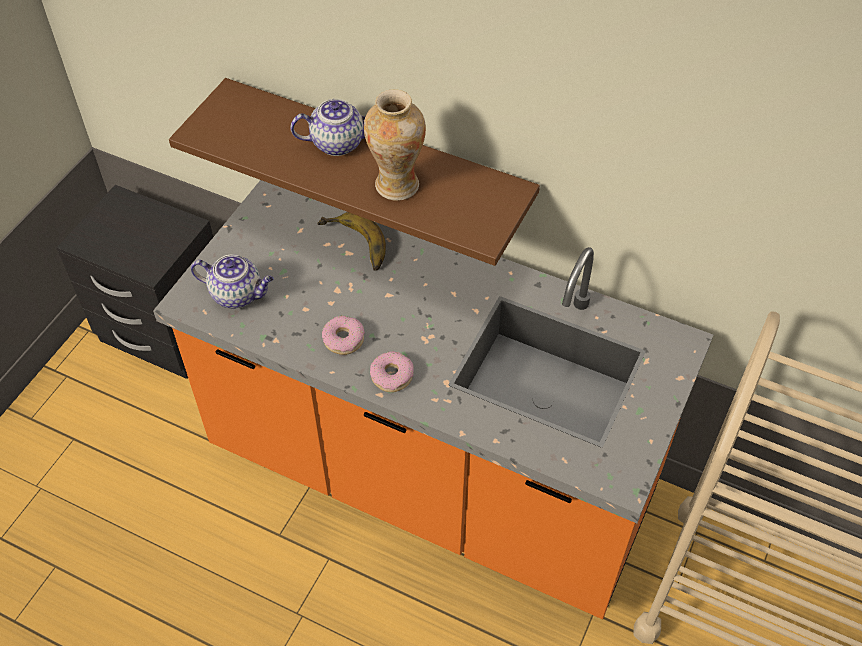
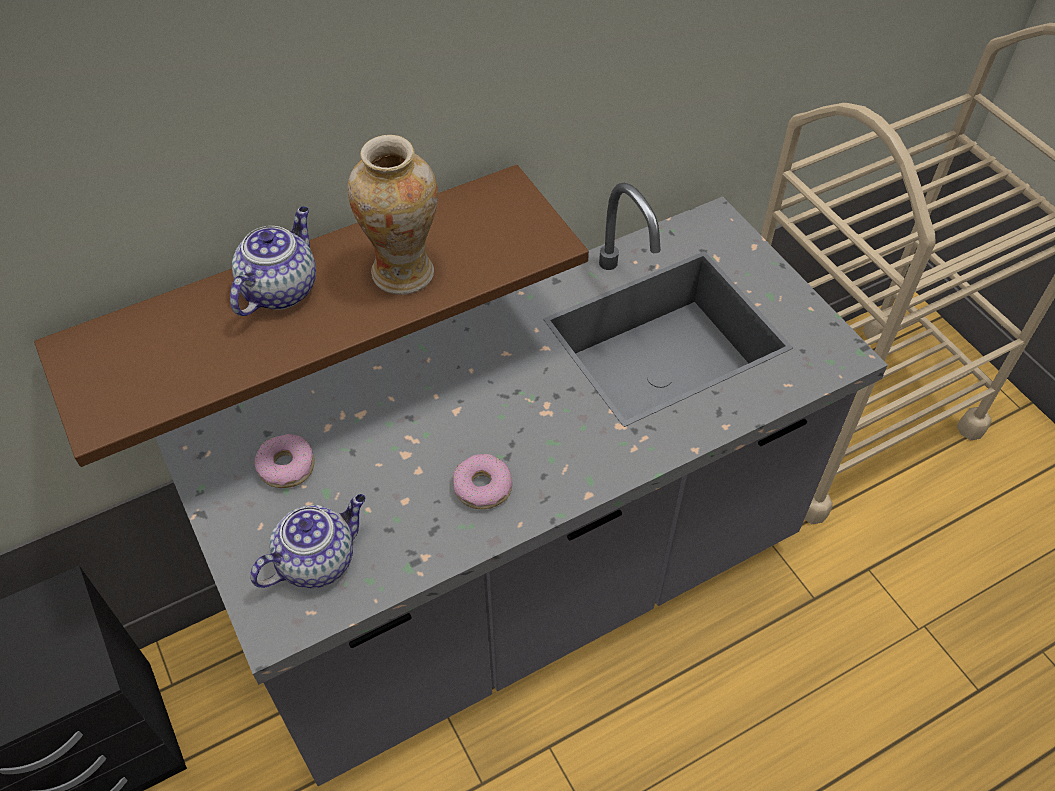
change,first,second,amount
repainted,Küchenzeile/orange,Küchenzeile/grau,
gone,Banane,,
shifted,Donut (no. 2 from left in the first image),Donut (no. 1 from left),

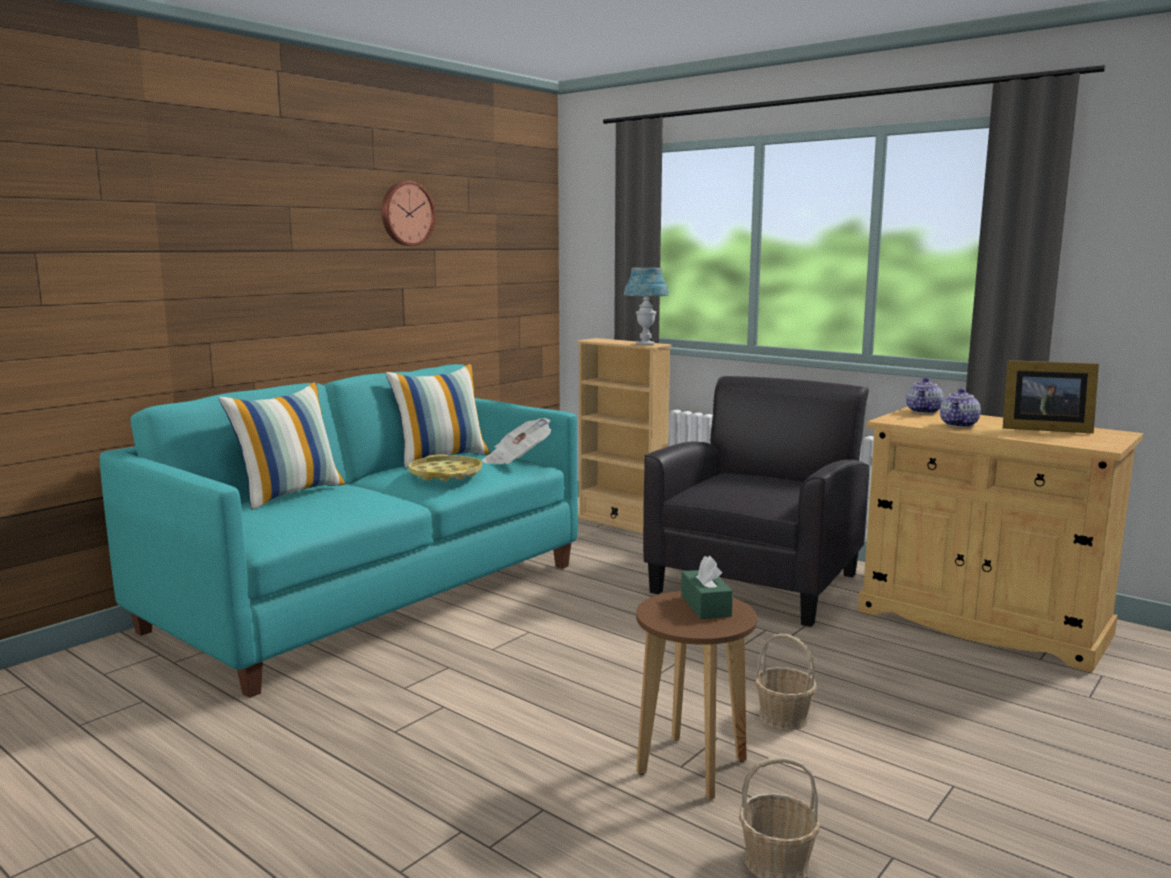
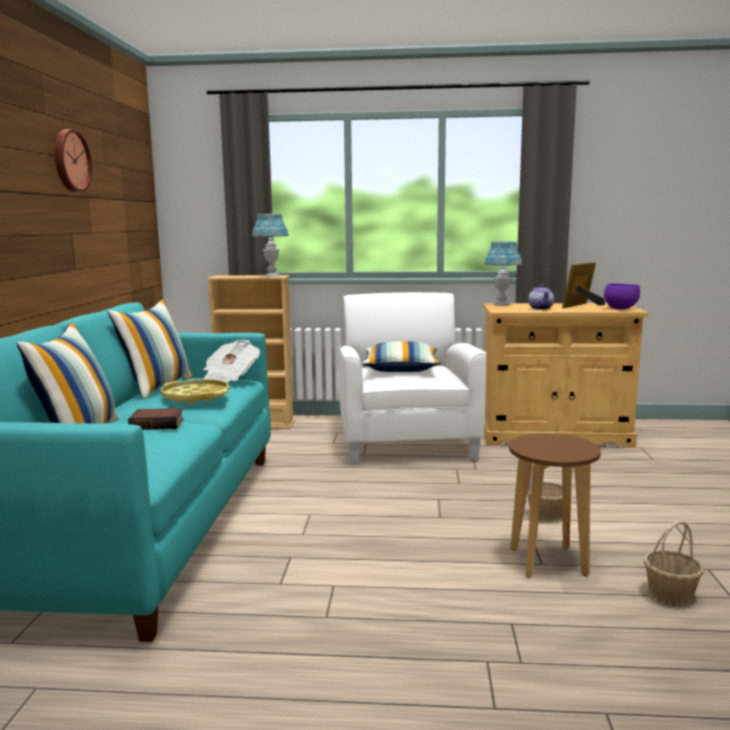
change,first,second,amount
repainted,Sessel/schwarz,Sessel/weiß,
gone,Taschentuchbox/grün,,
swapped,Teekanne (no. 1 from left),Tischlampe/blau (no. 2 from left),
rotated,Bilderrahmen,,150 degrees clockwise
new,,Buch,
new,,Kissen (no. 3 from left),
new,,Schüssel/lila,

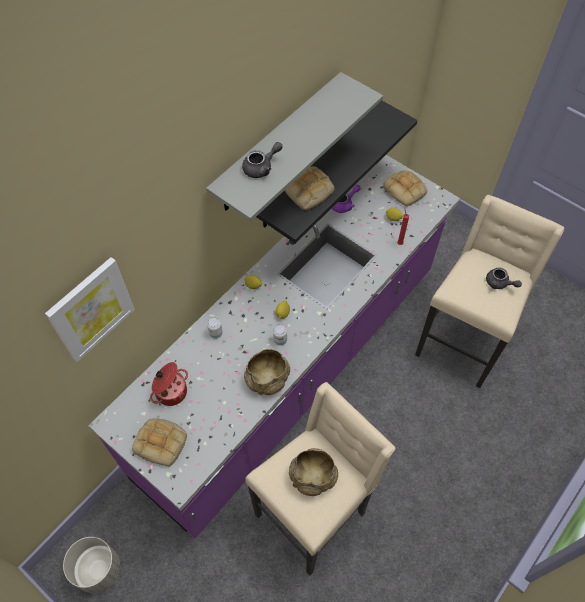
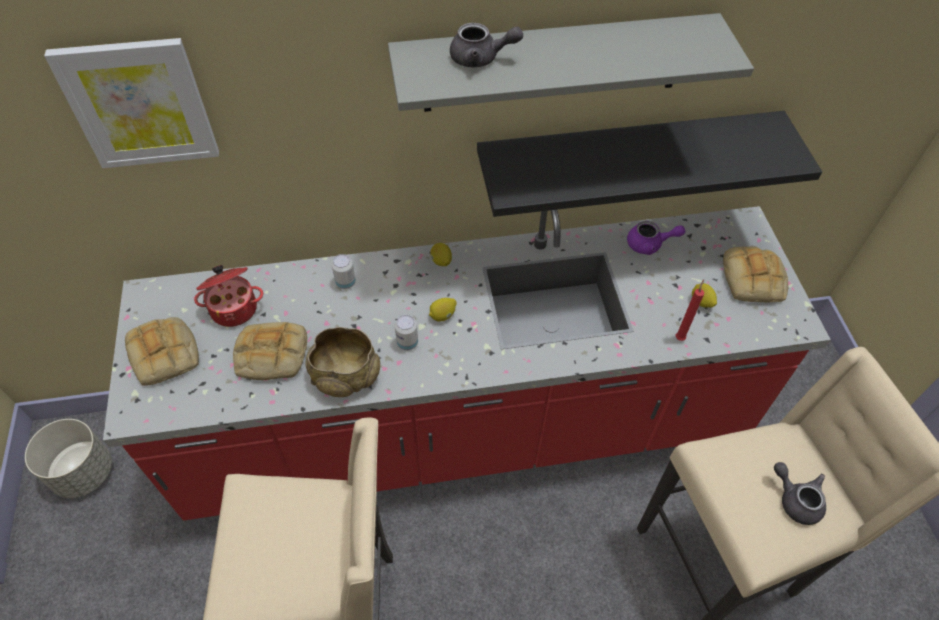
change,first,second,amount
repainted,Küchenzeile/lila,Küchenzeile/rot,
shifted,Brot (no. 2 from left),,
gone,Schüssel/beige (no. 2 from left),,
rotated,Teekanne/grau (no. 2 from left),,150 degrees clockwise

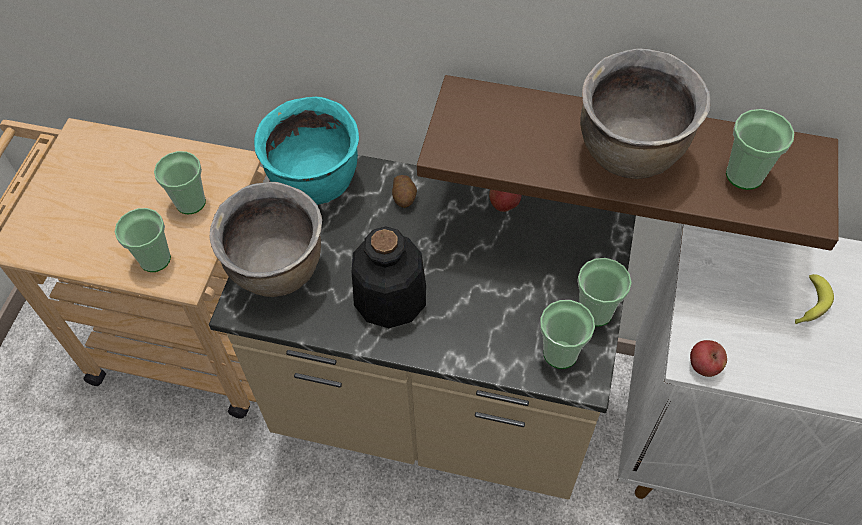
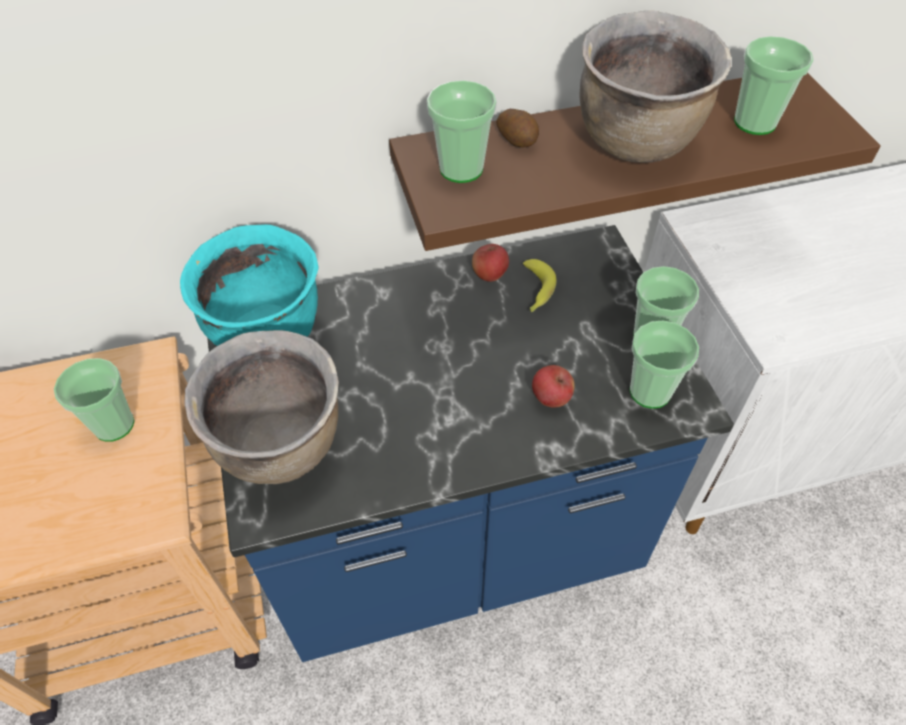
change,first,second,amount
shifted,Tasse (no. 1 from left in the first image),Tasse (no. 2 from left),
repainted,Küchenzeile/beige,Küchenzeile/blau,
gone,Flasche,,
shifted,Kartoffel,,
shifted,Apfel (no. 2 from left),,
shifted,Banane,,

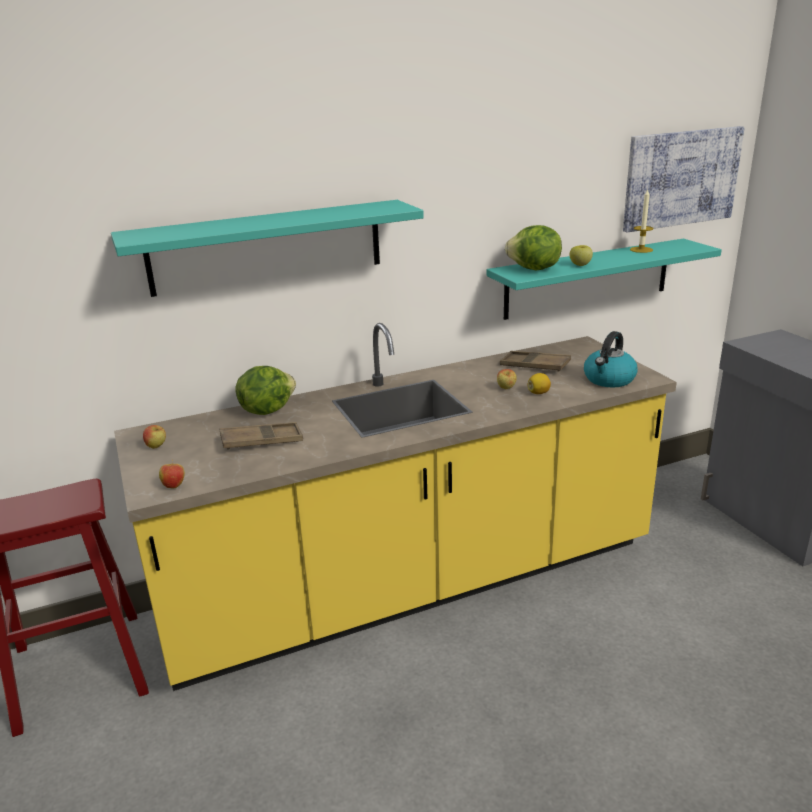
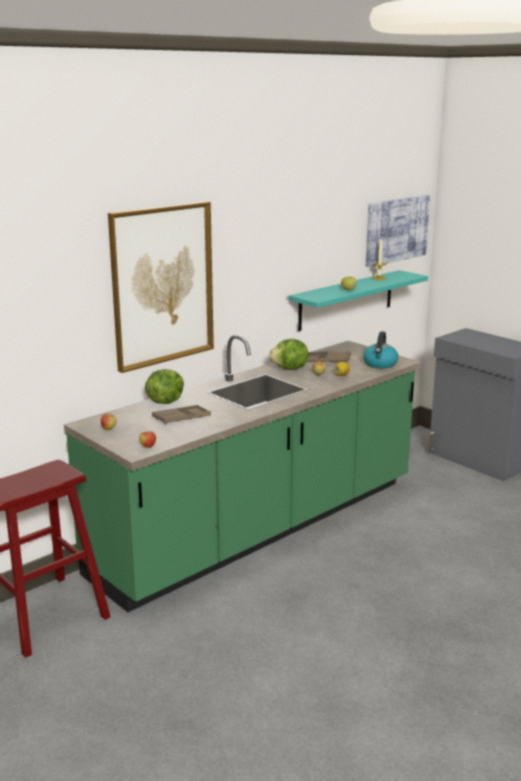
change,first,second,amount
swapped,Wandregal/türkis (no. 1 from left),Bild (no. 1 from left),
repainted,Küchenzeile/gelb,Küchenzeile/grün,
shifted,Salatkopf (no. 2 from left),,

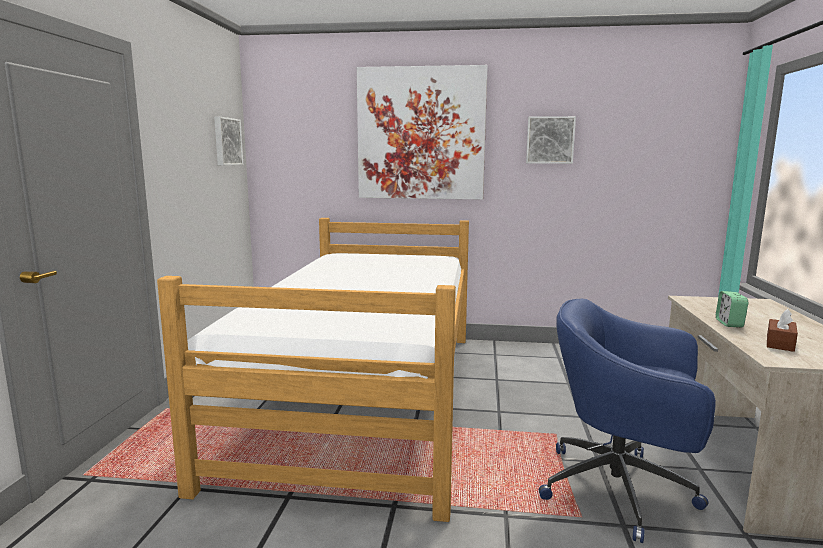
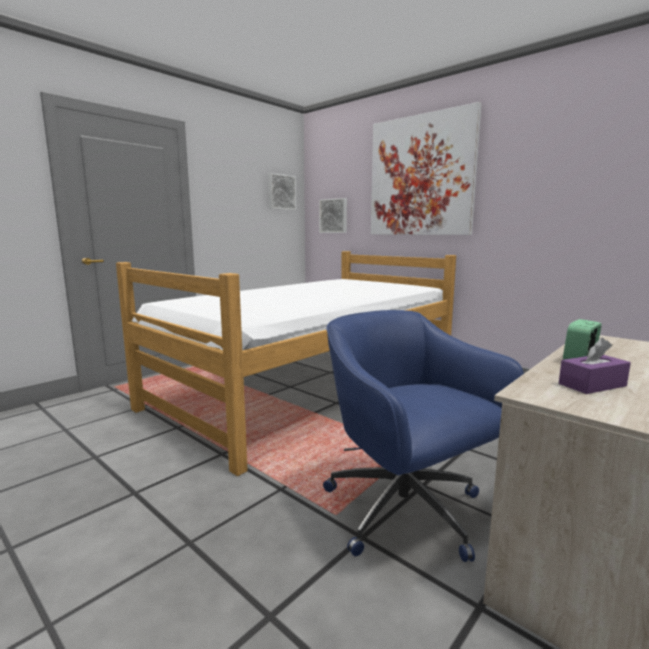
change,first,second,amount
shifted,Bild (no. 3 from left in the first image),Bild (no. 2 from left),
repainted,Taschentuchbox/braun,Taschentuchbox/lila,

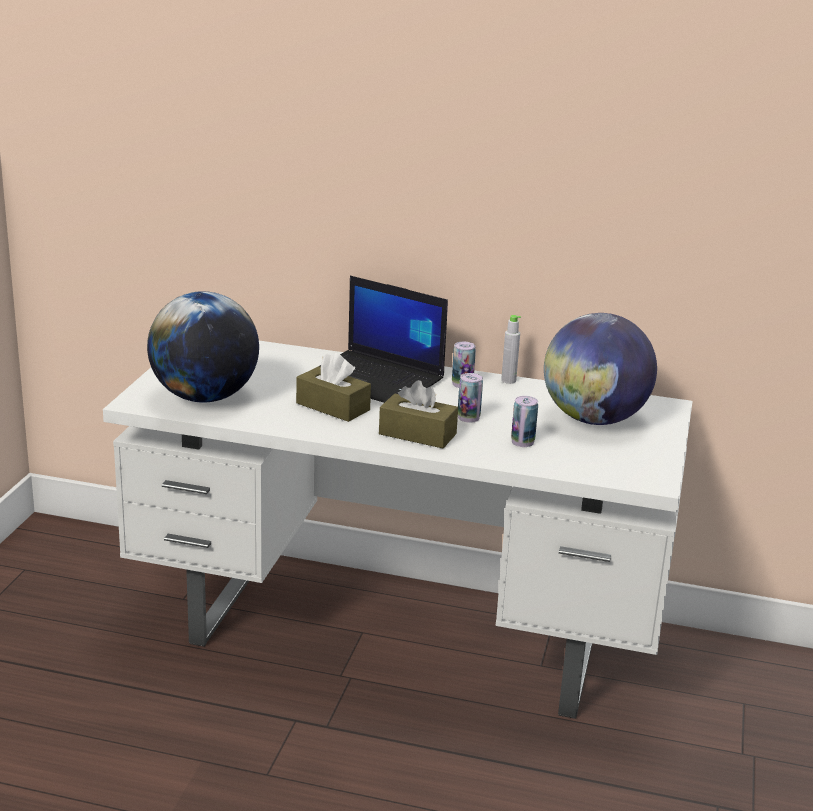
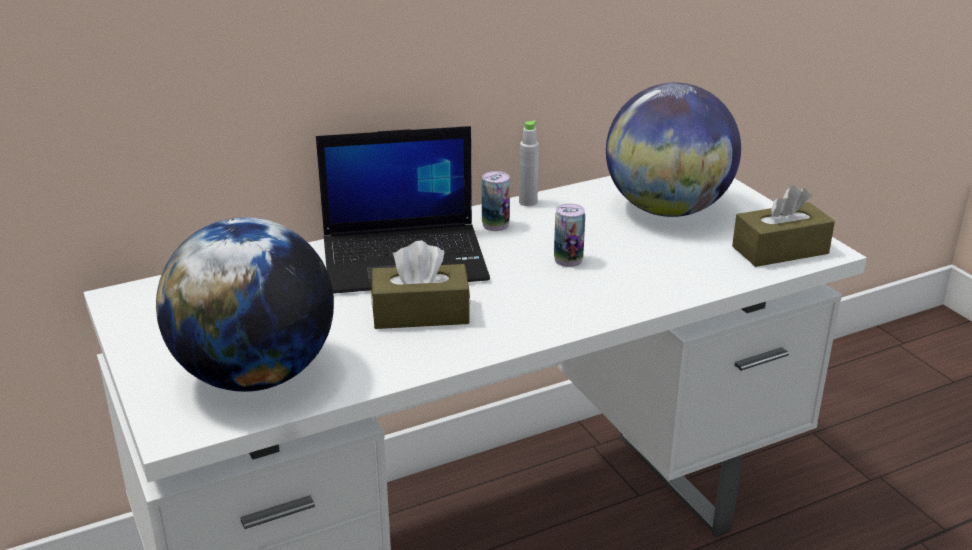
change,first,second,amount
shifted,Taschentuchbox/braun (no. 2 from left),,
gone,Dose (no. 3 from left),,

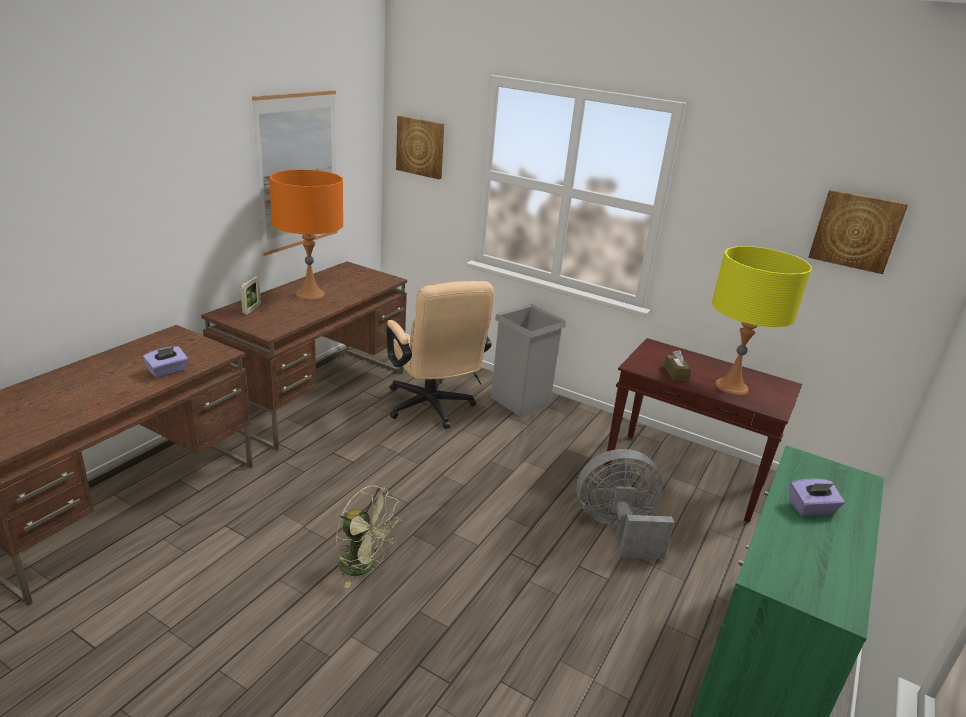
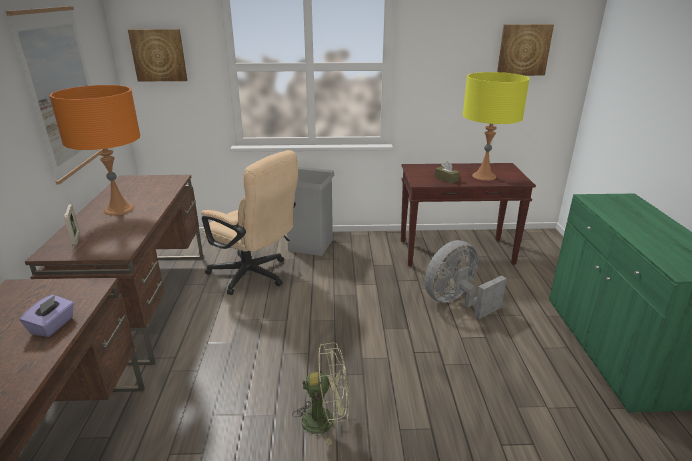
change,first,second,amount
gone,Taschentuchbox/lila (no. 2 from left),,

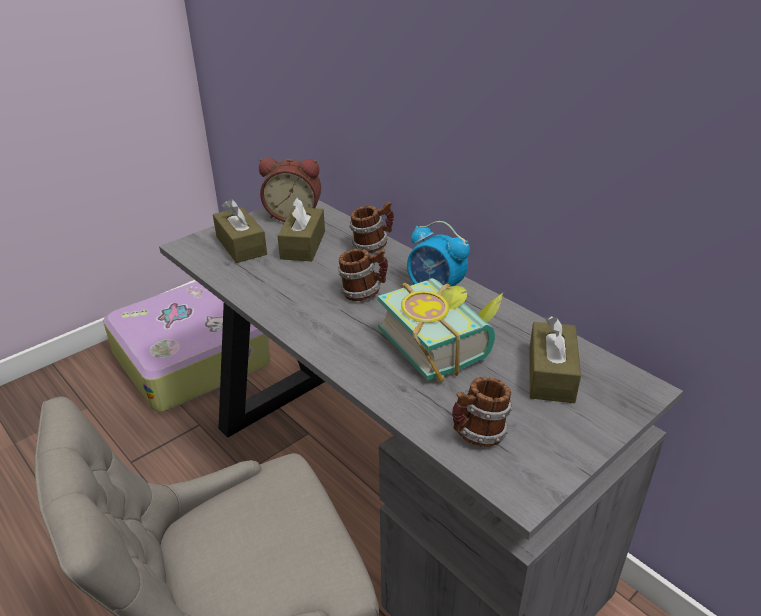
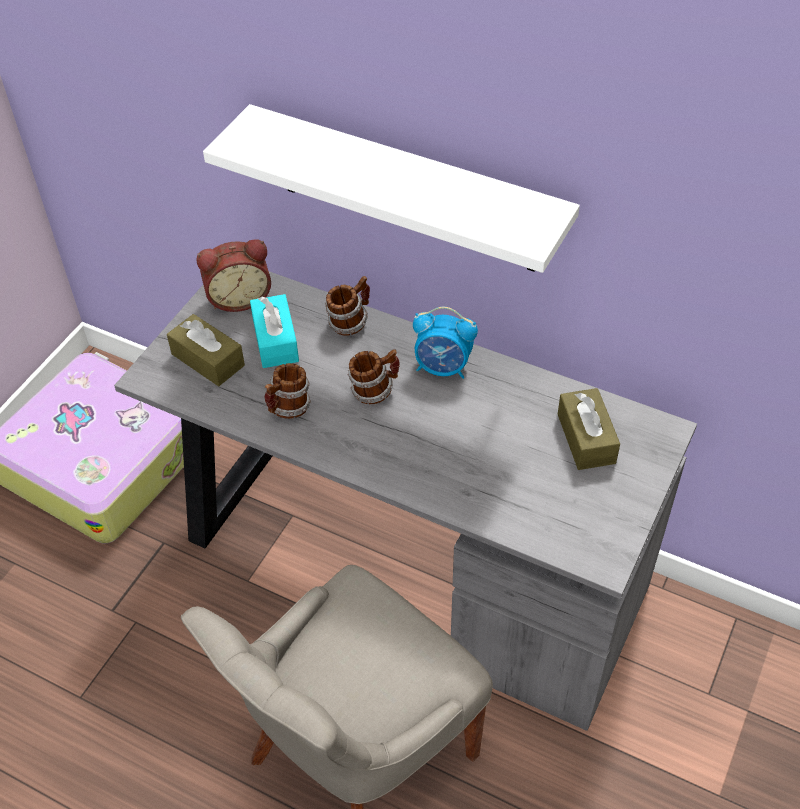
change,first,second,amount
repainted,Taschentuchbox/braun (no. 2 from left),Taschentuchbox/türkis,
gone,Buch,,
shifted,Henkelbecher (no. 3 from left in the first image),Henkelbecher (no. 1 from left),
new,,Wandregal/weiß,

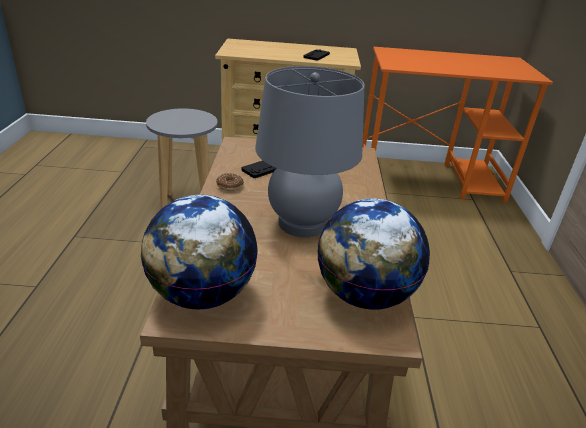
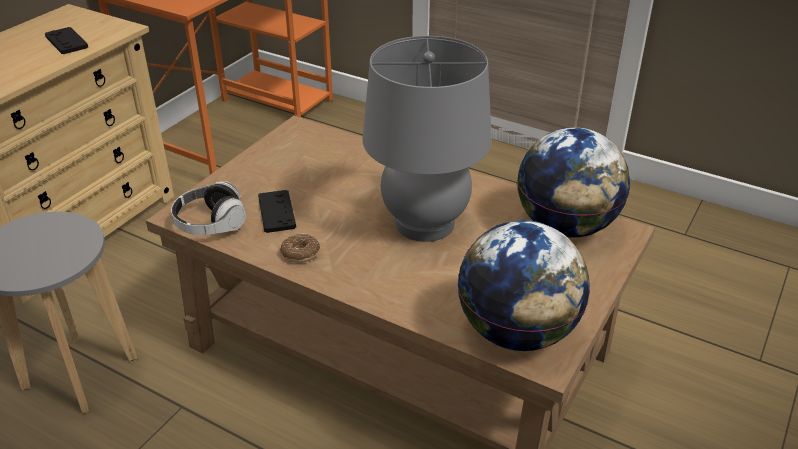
change,first,second,amount
new,,Kopfhörer,

